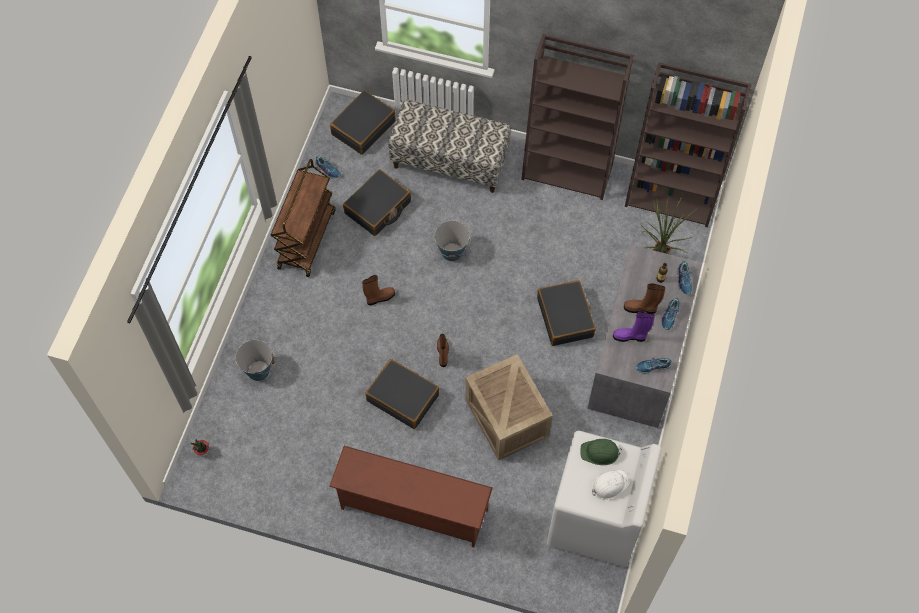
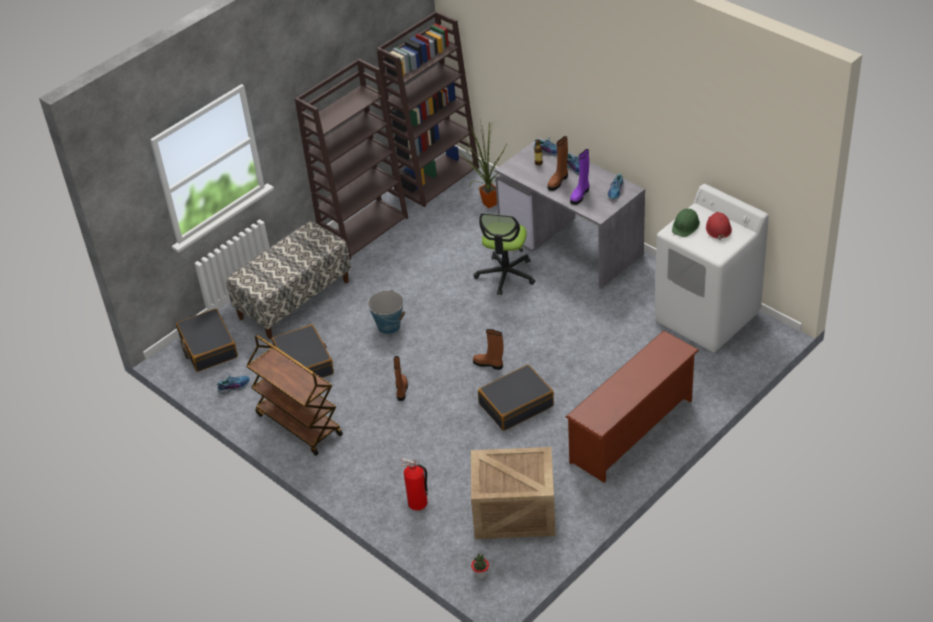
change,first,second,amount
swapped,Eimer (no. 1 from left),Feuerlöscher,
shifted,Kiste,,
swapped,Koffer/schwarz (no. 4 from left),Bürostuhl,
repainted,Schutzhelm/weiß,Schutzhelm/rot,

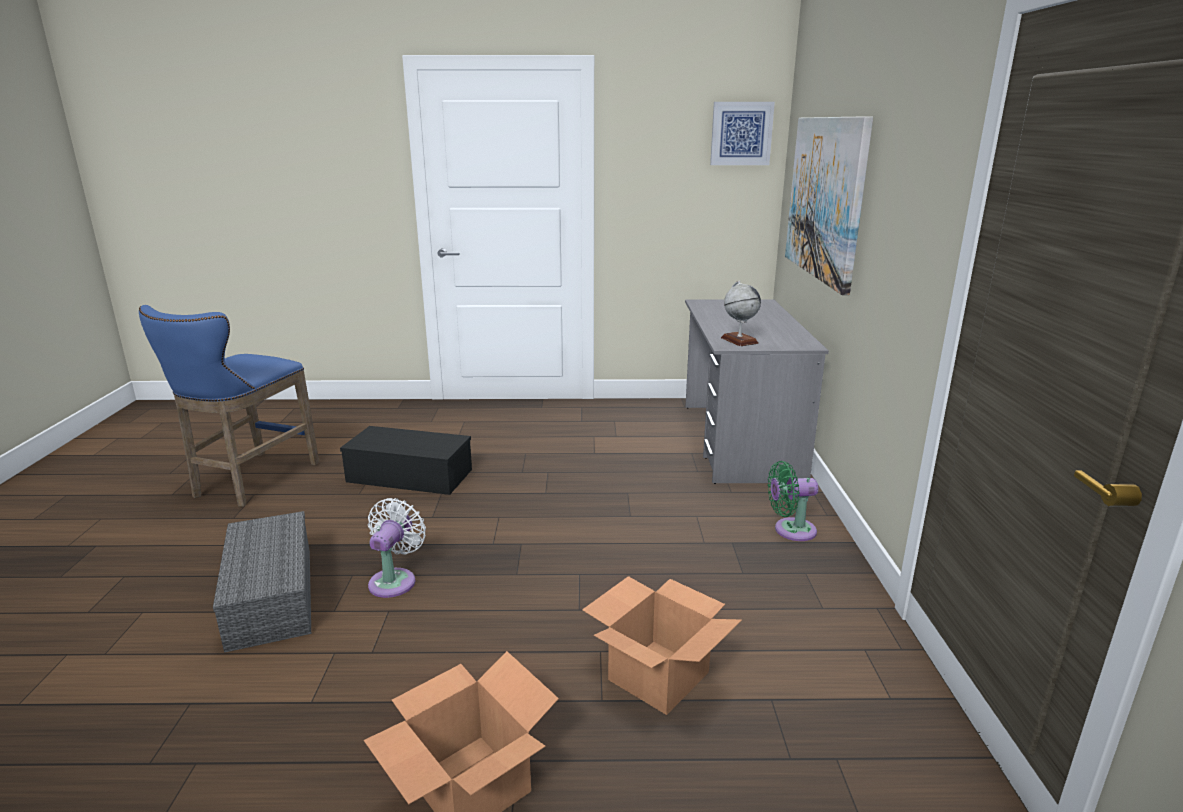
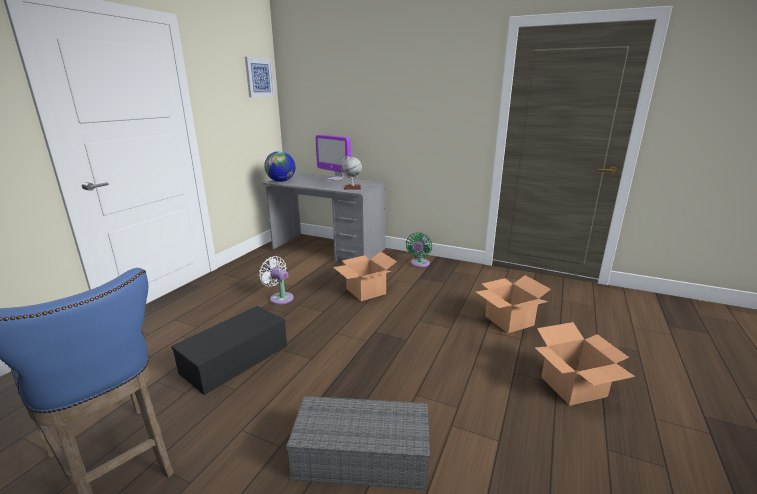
change,first,second,amount
shifted,Ventilator/weiß,,
gone,Bild (no. 2 from left),,
new,,Globus (no. 1 from left),
new,,Monitor,
new,,Karton (no. 1 from left),

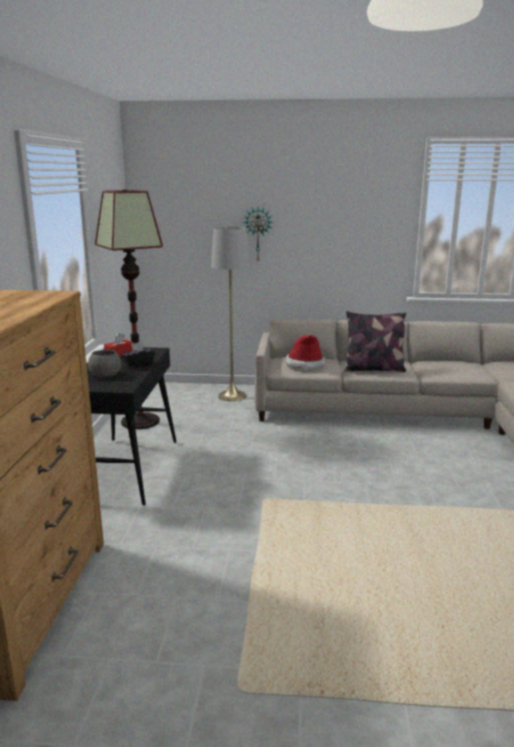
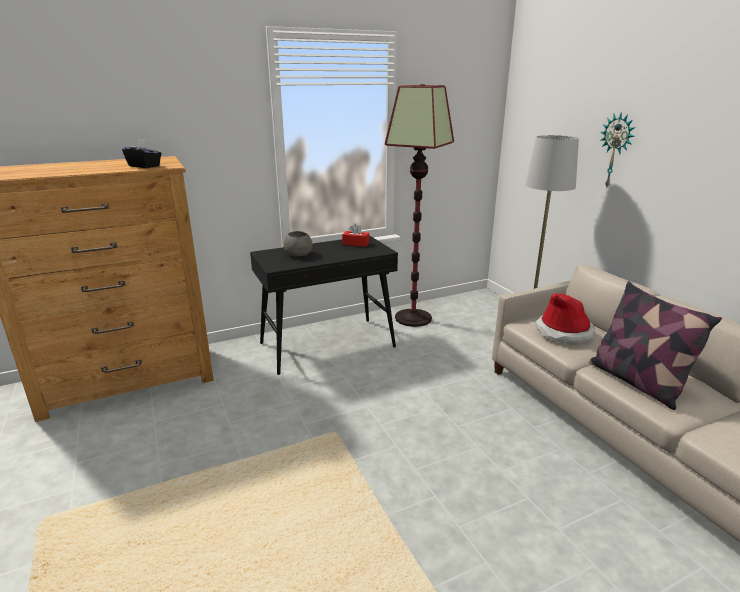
change,first,second,amount
shifted,Taschentuchbox/schwarz,,

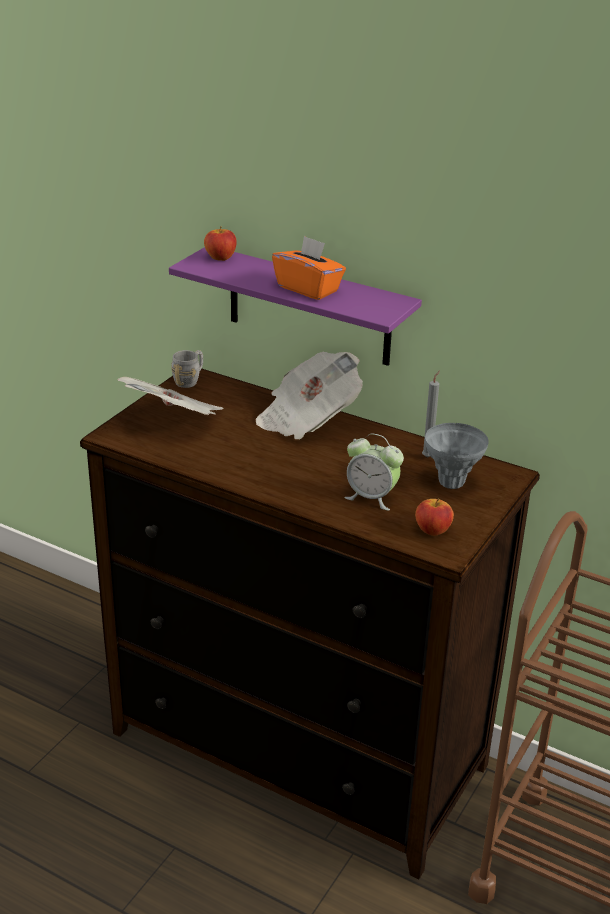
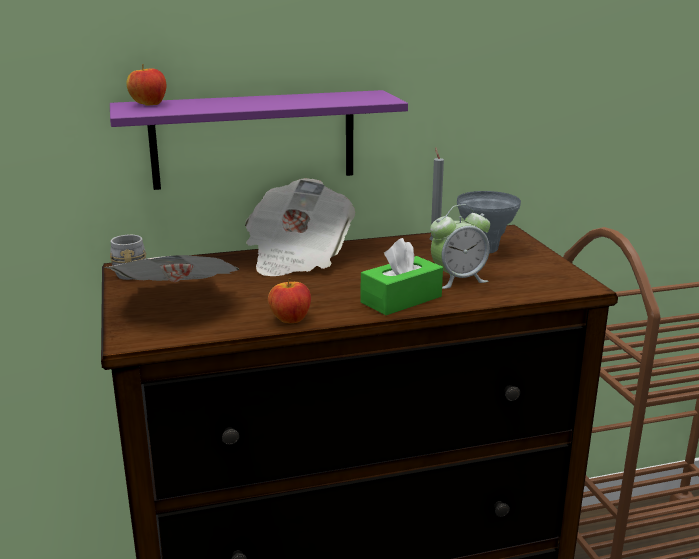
change,first,second,amount
gone,Taschentuchbox/orange,,
shifted,Apfel (no. 2 from left),,
new,,Taschentuchbox/grün,

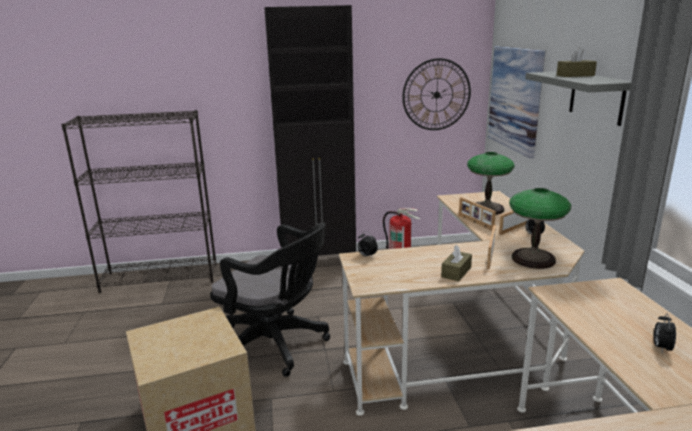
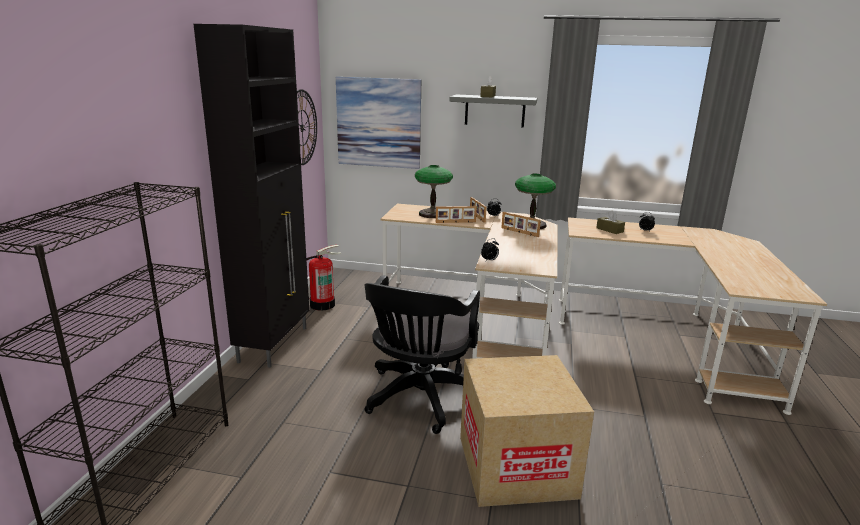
change,first,second,amount
rotated,Bürostuhl/schwarz,,150 degrees clockwise
shifted,Taschentuchbox/braun (no. 1 from left in the first image),Taschentuchbox/braun (no. 2 from left),

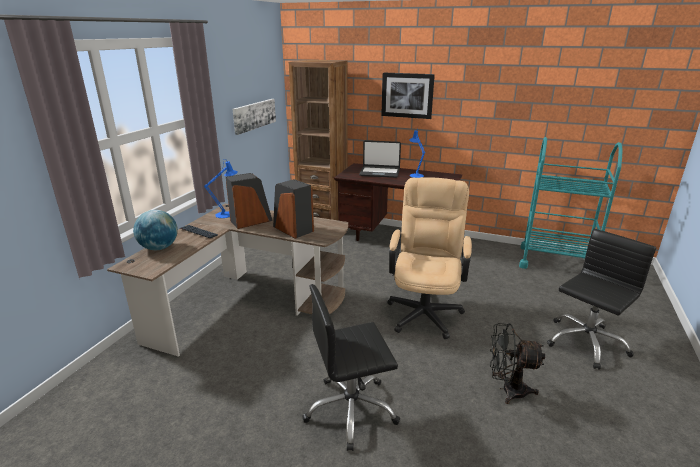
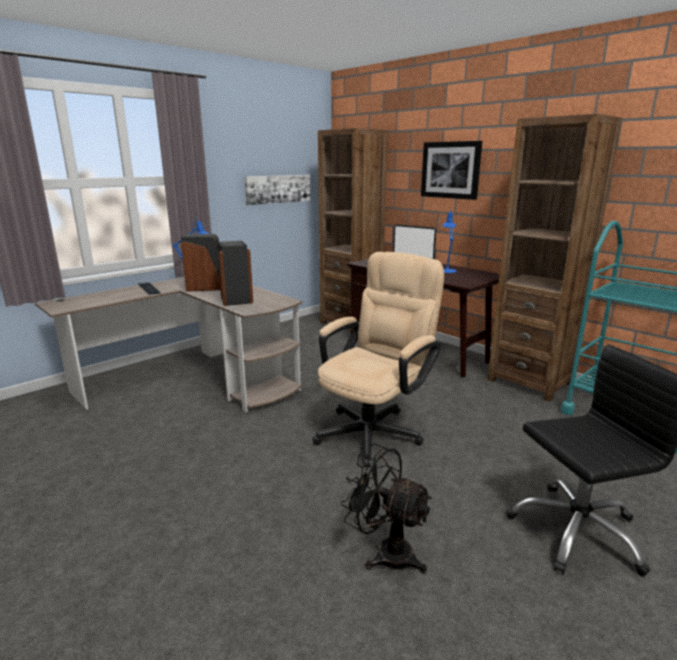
change,first,second,amount
gone,Globus,,
gone,Bürostuhl/schwarz (no. 1 from left),,
new,,Bücherregal/braun (no. 2 from left),

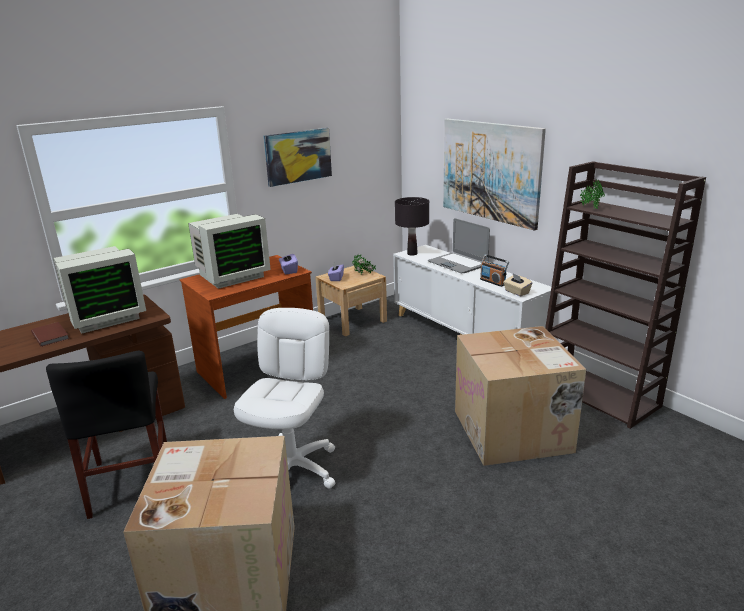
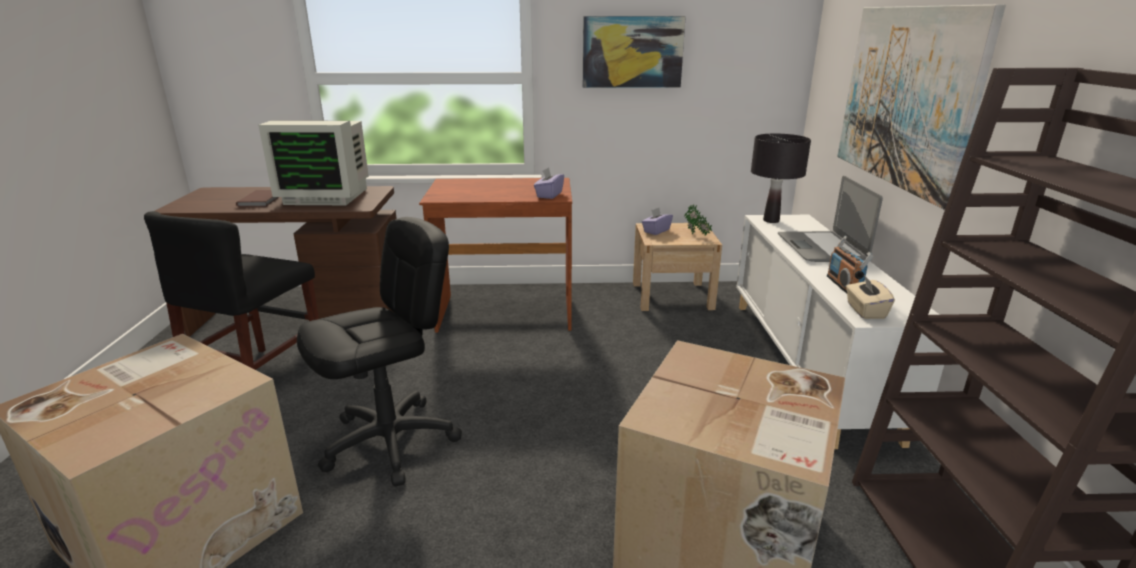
change,first,second,amount
gone,Monitor (no. 2 from left),,
repainted,Bürostuhl/weiß,Bürostuhl/schwarz,
gone,Topfpflanze (no. 2 from left),,

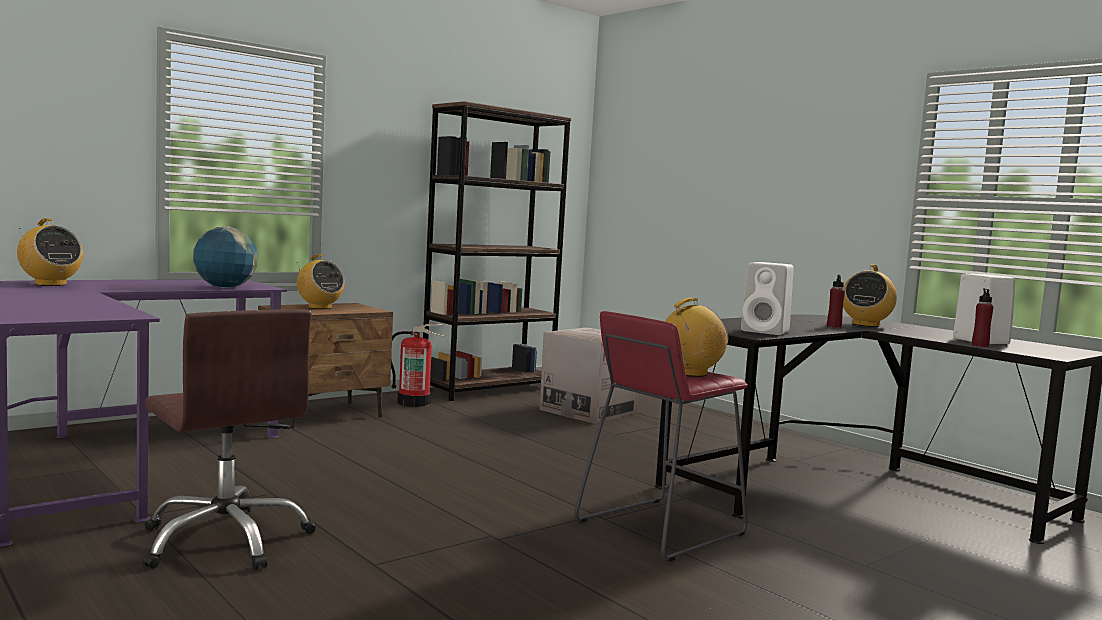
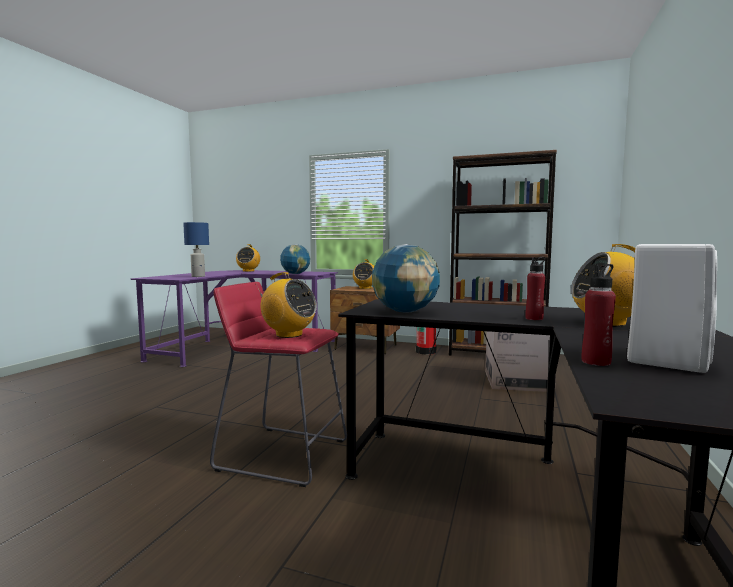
change,first,second,amount
gone,Bürostuhl/braun,,
swapped,Lautsprecher/weiß (no. 1 from left),Globus (no. 2 from left),
new,,Tischlampe/blau,

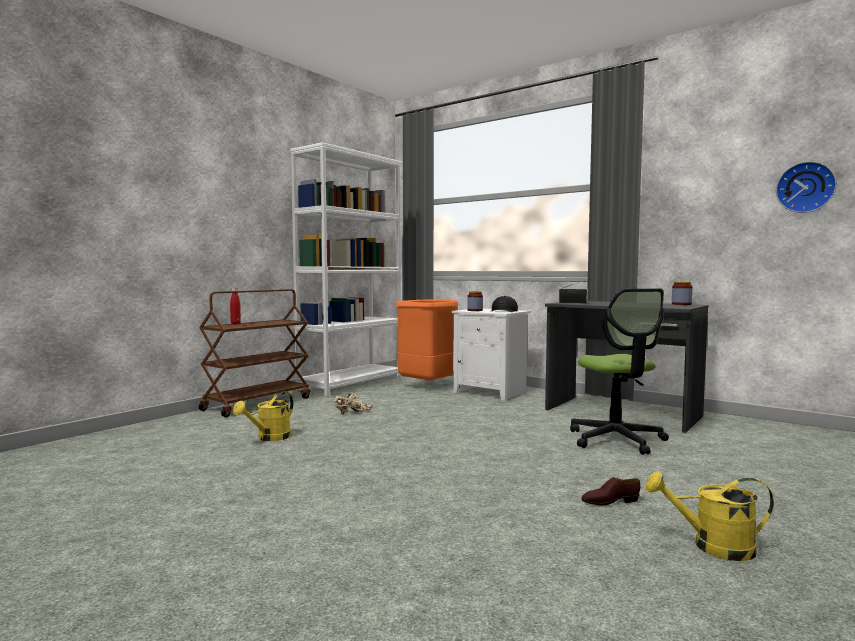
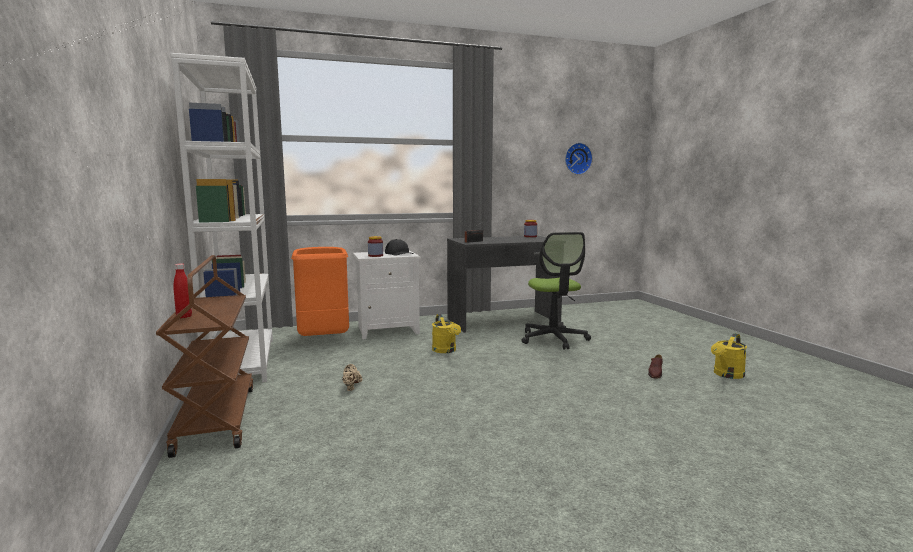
change,first,second,amount
shifted,Gießkanne/gelb (no. 1 from left),,
rotated,Bürostuhl,,60 degrees clockwise

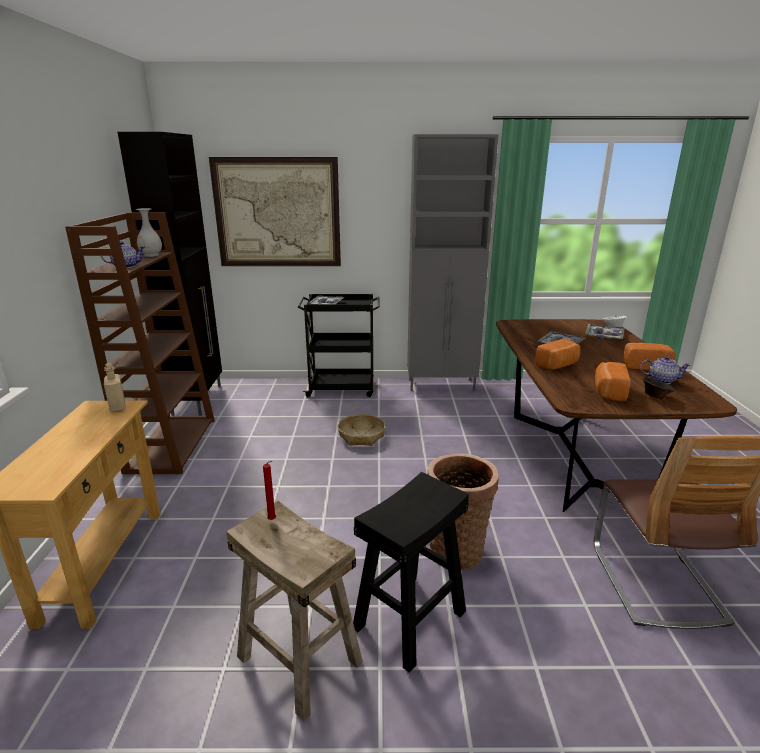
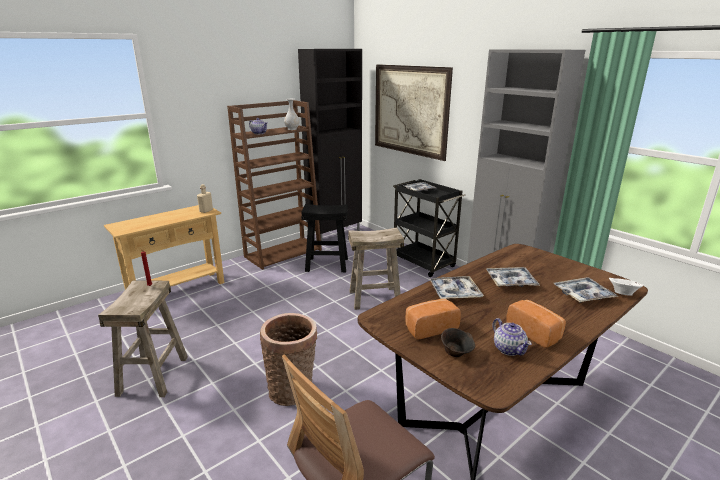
change,first,second,amount
swapped,Korb (no. 1 from left),Hocker/beige (no. 2 from left),
shifted,Hocker/schwarz,,
swapped,Brot (no. 1 from left),Tablett (no. 2 from left),

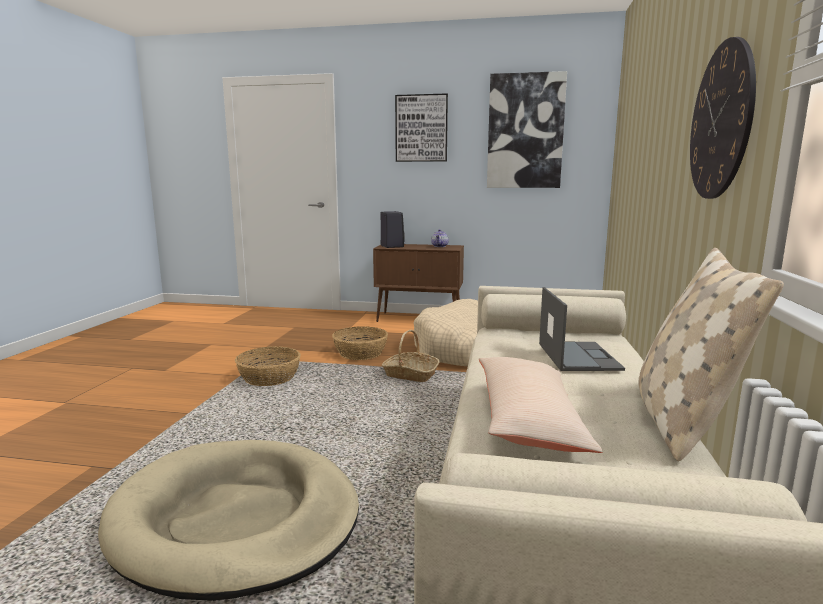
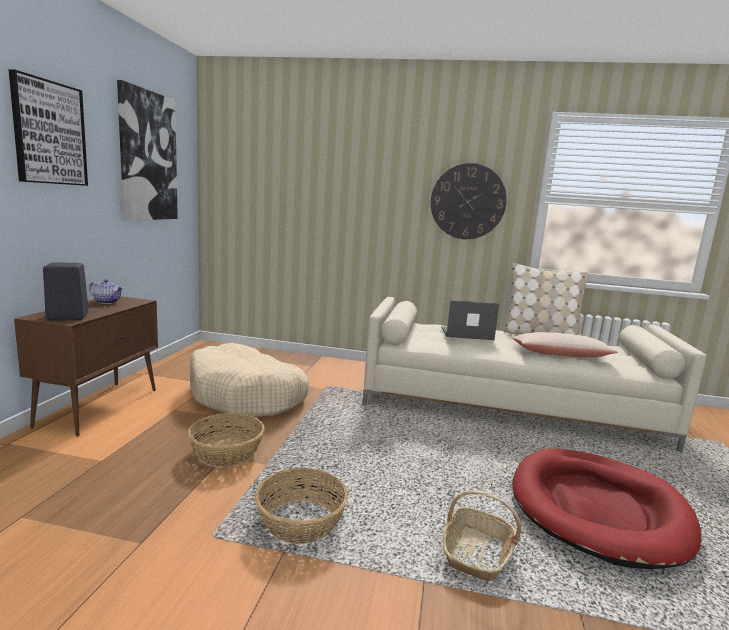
change,first,second,amount
repainted,Hundebett/beige (no. 1 from left),Hundebett/rot,
shifted,Korb (no. 3 from left),,

